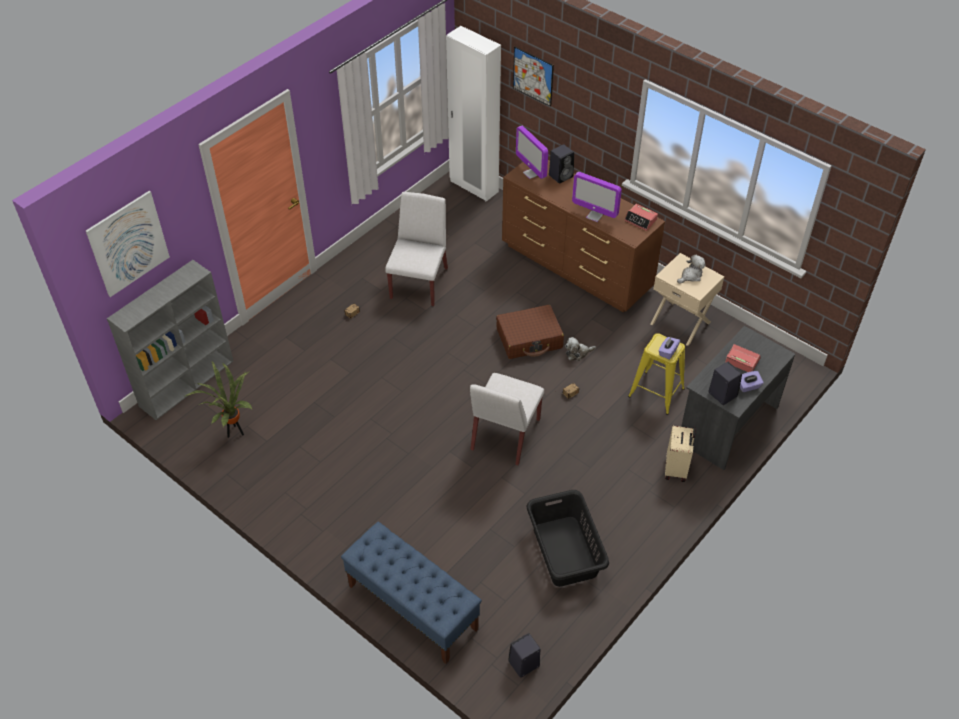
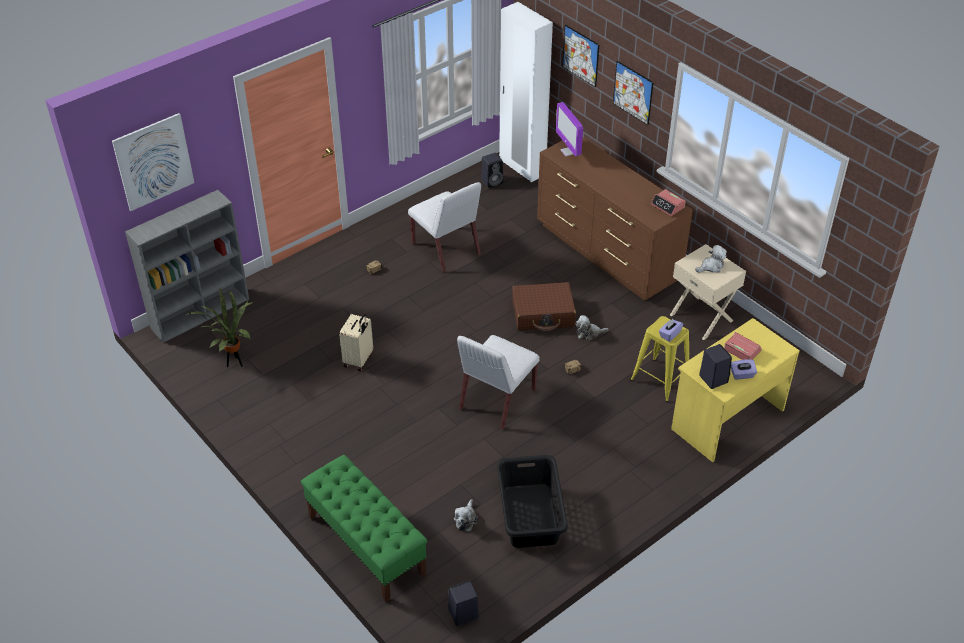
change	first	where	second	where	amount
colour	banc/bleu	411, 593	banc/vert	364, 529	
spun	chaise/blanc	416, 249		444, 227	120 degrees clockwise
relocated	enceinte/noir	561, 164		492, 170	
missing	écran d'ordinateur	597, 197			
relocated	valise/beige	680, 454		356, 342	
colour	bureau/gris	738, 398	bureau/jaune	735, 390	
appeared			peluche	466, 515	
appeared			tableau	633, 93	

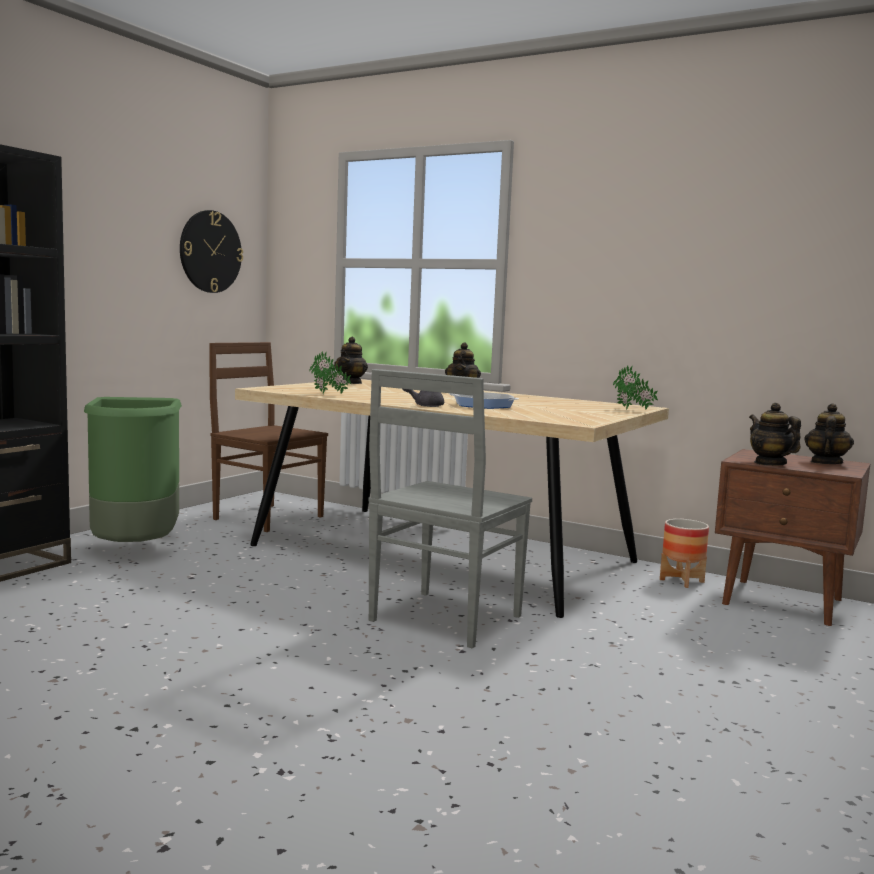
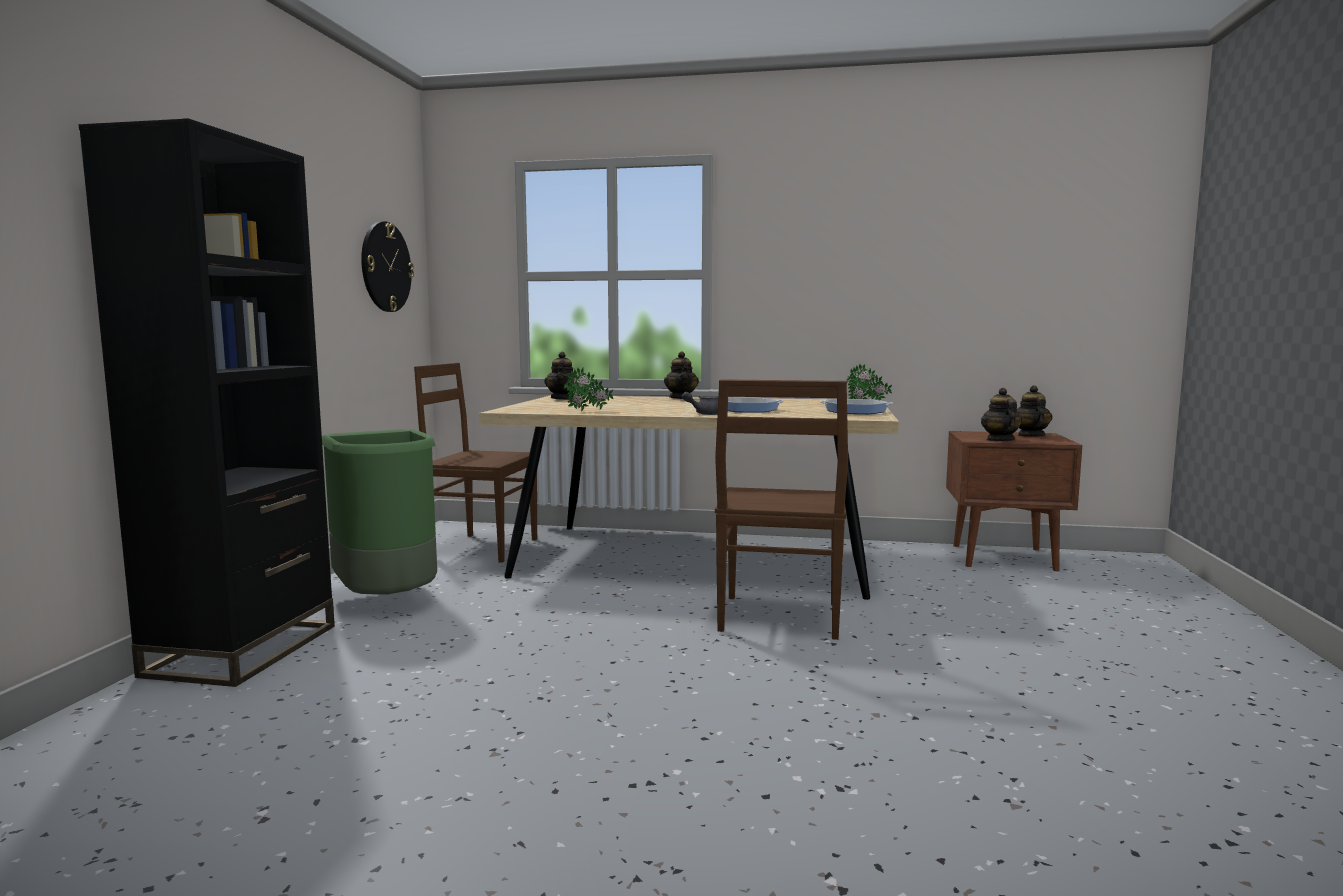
change	first	where	second	where	amount
colour	chaise/gris	450, 509	chaise/marron	781, 509	
missing	cache-pot	684, 553			
spun	théière	775, 434		1001, 415	45 degrees clockwise
appeared			poêle	856, 406	

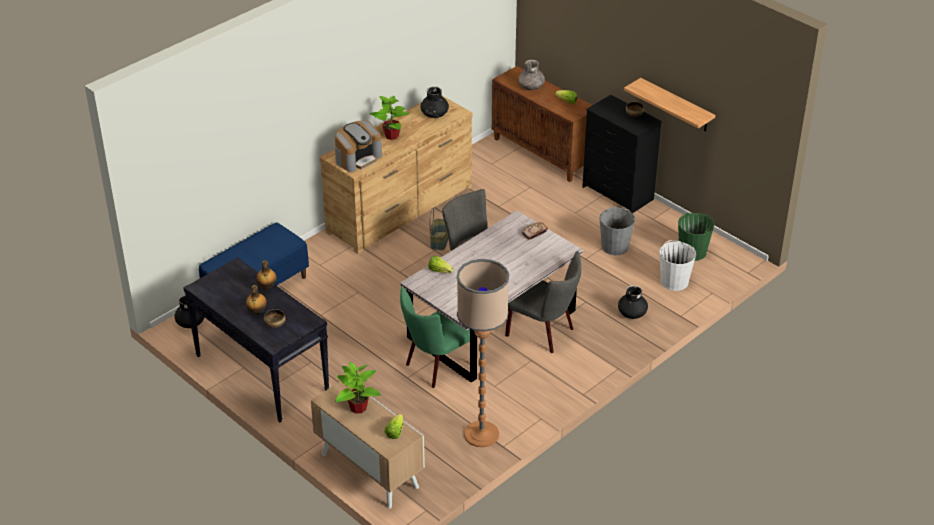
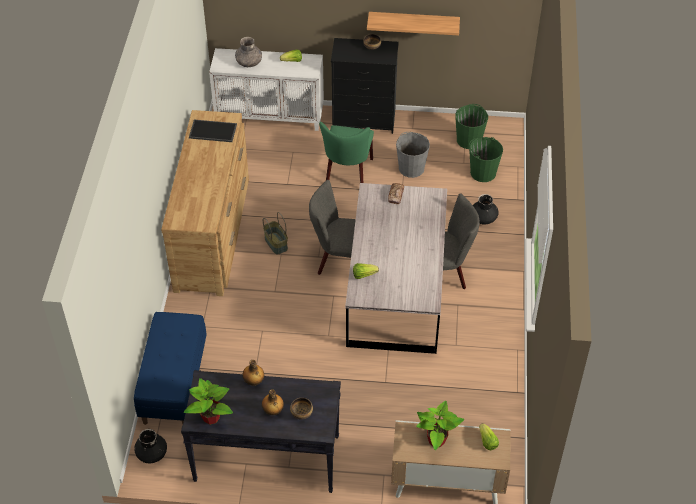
change	first	where	second	where	amount
missing	machine à café	358, 146			
relocated	plante en pot	389, 117		208, 401	
relocated	chaise/vert	435, 337		346, 152	
exchanged	vase/noir	435, 102	plateau	213, 131	
missing	lampadaire	483, 353			
colour	meuble de rangement/marron	542, 124	meuble de rangement/blanc	266, 89	
colour	seau/blanc	677, 265	seau/vert	486, 159	

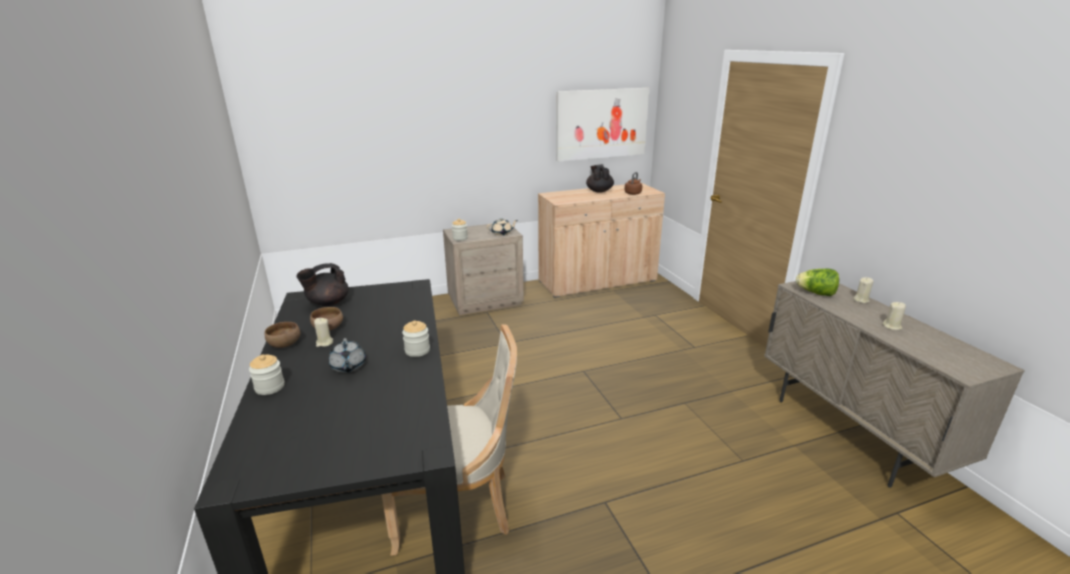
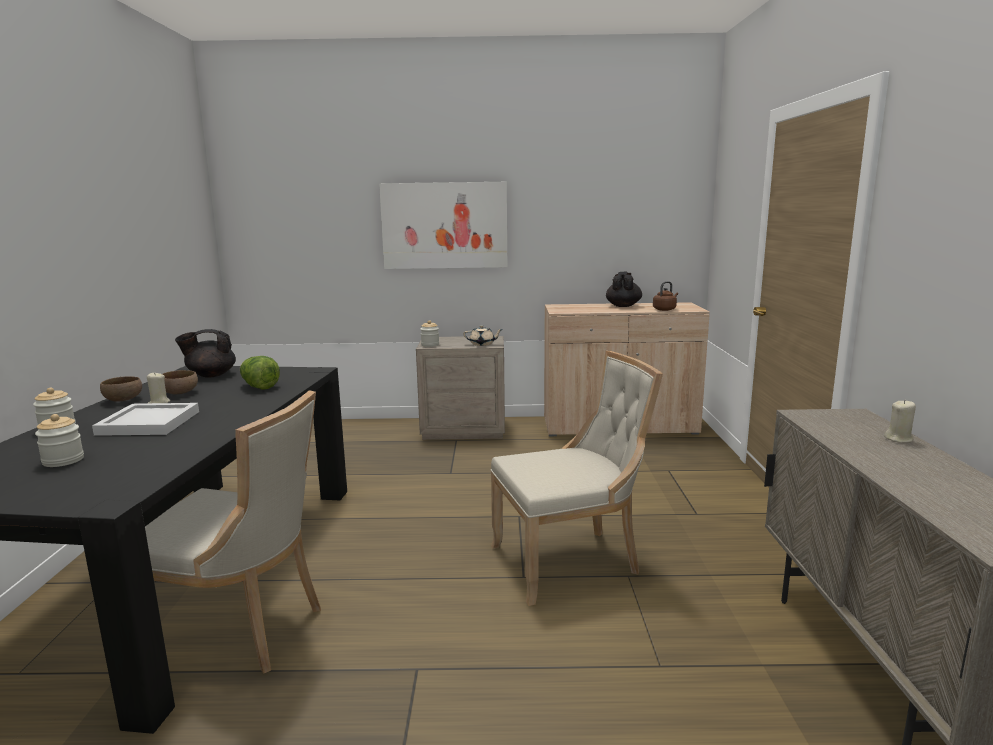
change	first	where	second	where	amount
exchanged	théière/gris	347, 355	plateau/blanc	145, 419	
relocated	bocal	416, 338		59, 440	
relocated	tableau	602, 124		443, 225	
relocated	laitue	817, 282		260, 373	
missing	bougie/beige	894, 316			
appeared			chaise/beige	577, 478	

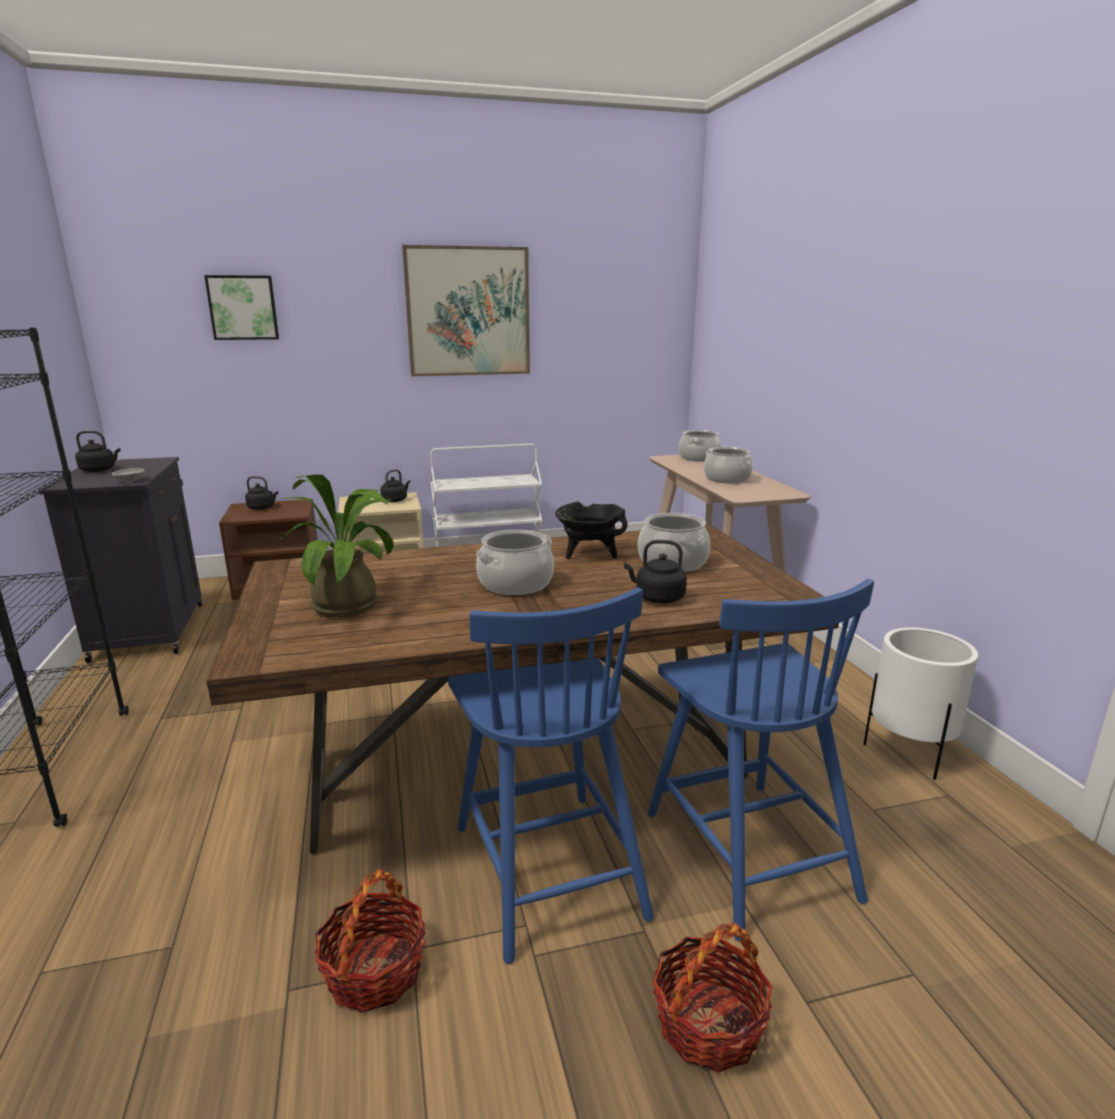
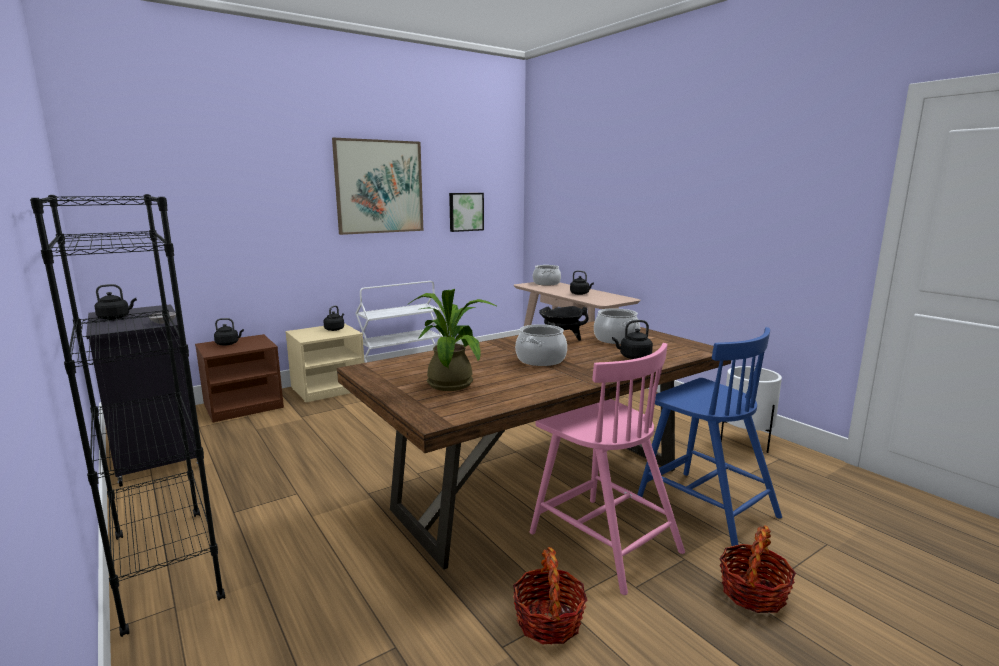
change	first	where	second	where	amount
relocated	tableau	241, 307		466, 212	
colour	chaise/bleu	551, 775	chaise/rose	607, 469	
exchanged	marmite	728, 465	bouilloire/noir	582, 282	

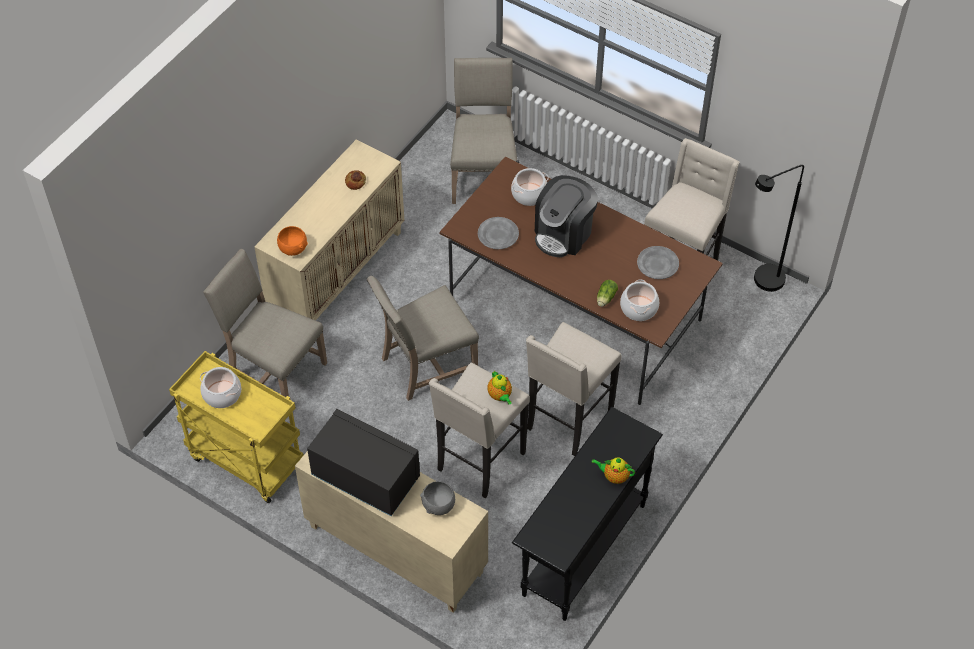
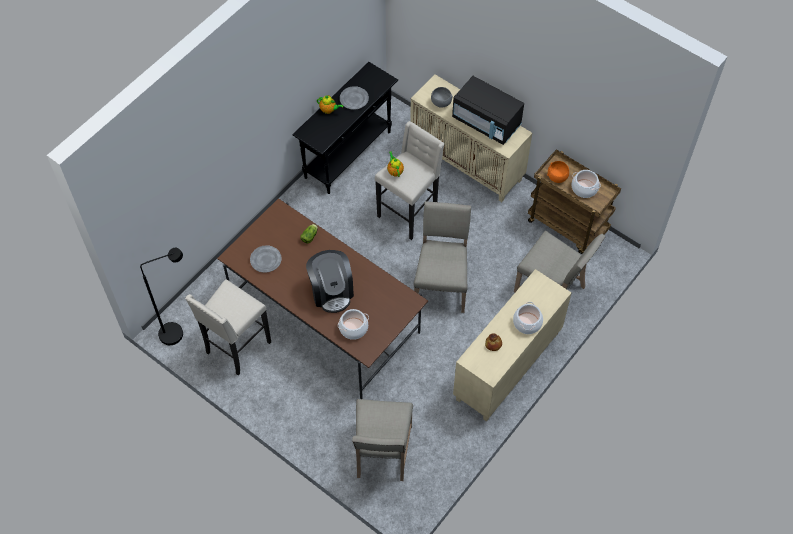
change	first	where	second	where	amount
colour	chariot/jaune	236, 427	chariot/marron	574, 201	
relocated	bol/orange	292, 241		558, 172	
spun	chaise/beige	423, 338		442, 257	60 degrees counterclockwise
relocated	assiette/gris	498, 233		354, 98	
missing	tabouret/beige	574, 389			
spun	machine à café	566, 216		330, 281	120 degrees clockwise
relocated	marmite	639, 300		528, 318	

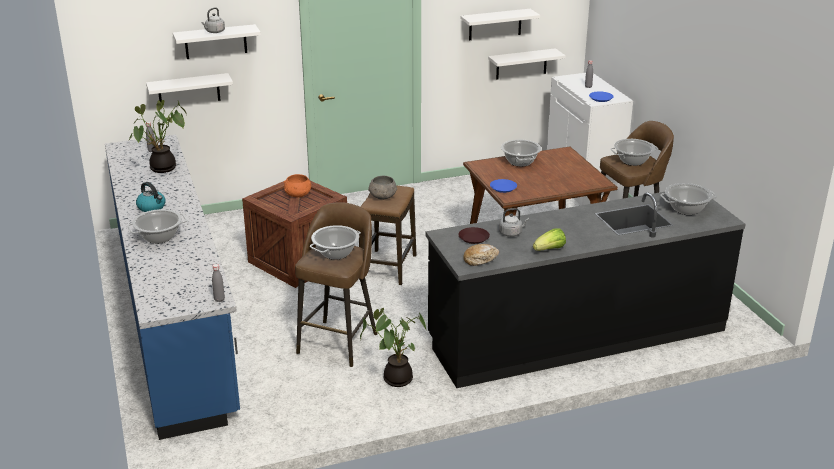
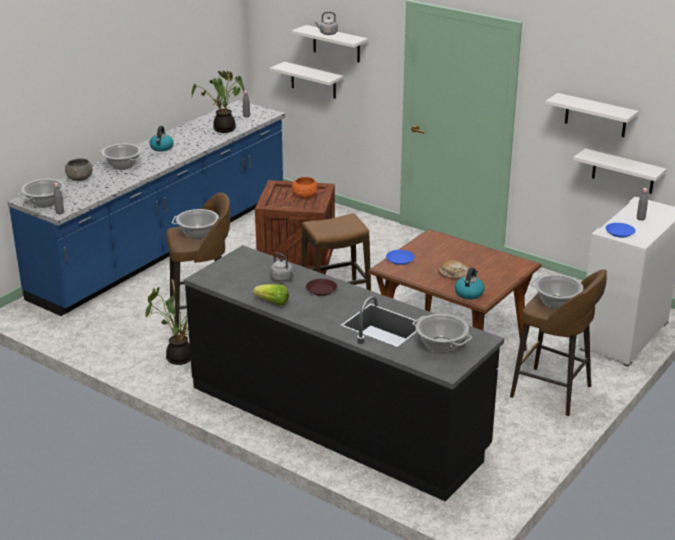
change	first	where	second	where	amount
relocated	bol/gris	382, 188		78, 169	
relocated	assiette/marron	474, 235		321, 287	
relocated	pain	481, 255		453, 269	
relocated	marmite	521, 153		43, 193	
appeared			bouilloire	470, 283	

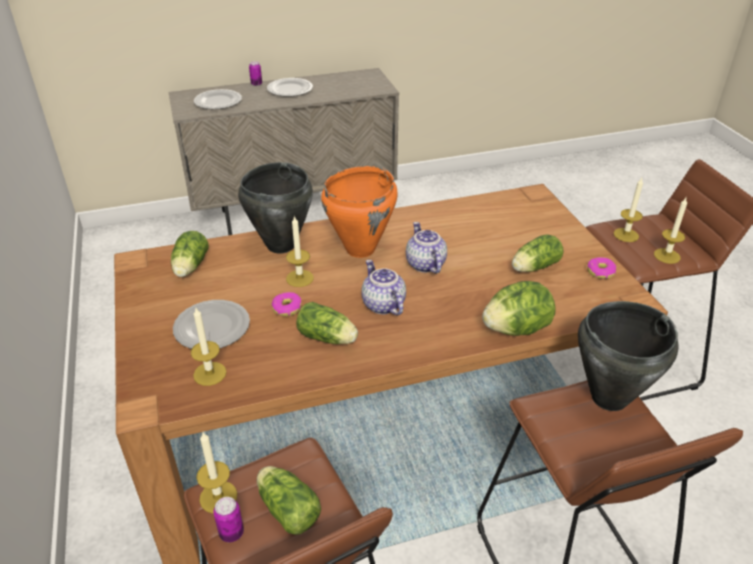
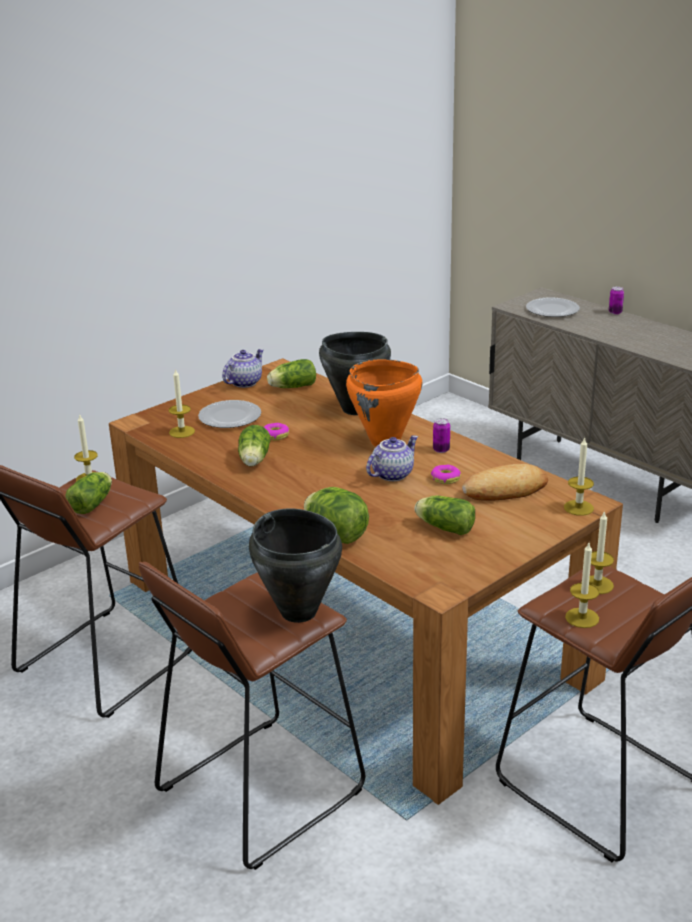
change	first	where	second	where	amount
relocated	boîte métallique	228, 519		441, 435	
missing	assiette	290, 87			
relocated	bougie	300, 251		579, 476	
relocated	théière	384, 288		243, 368	
relocated	beignet	601, 268		446, 474	
appeared			pain	505, 482	

